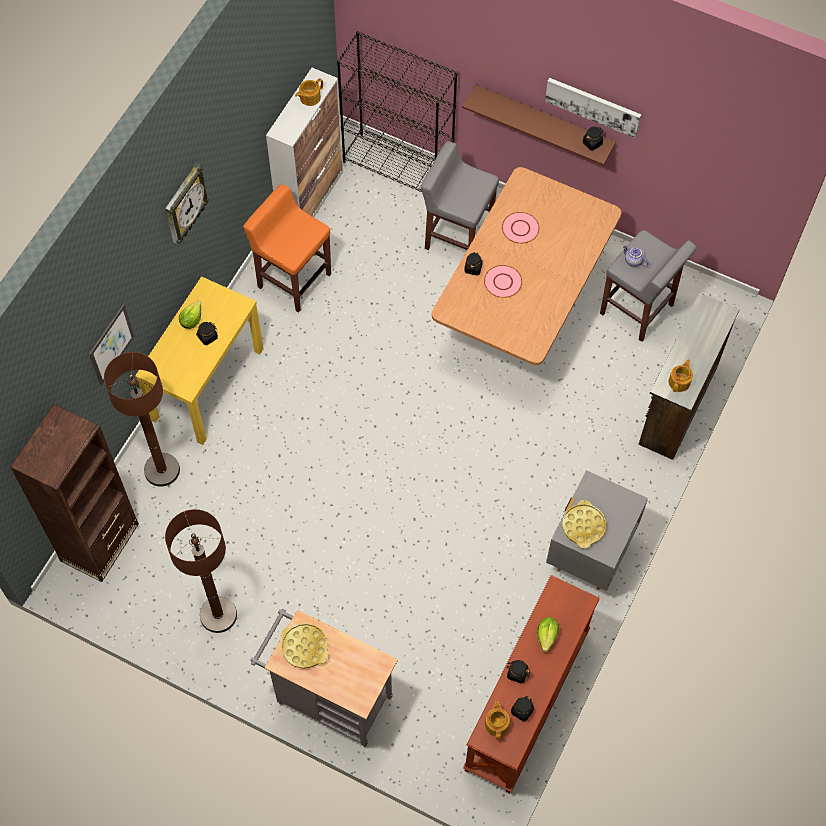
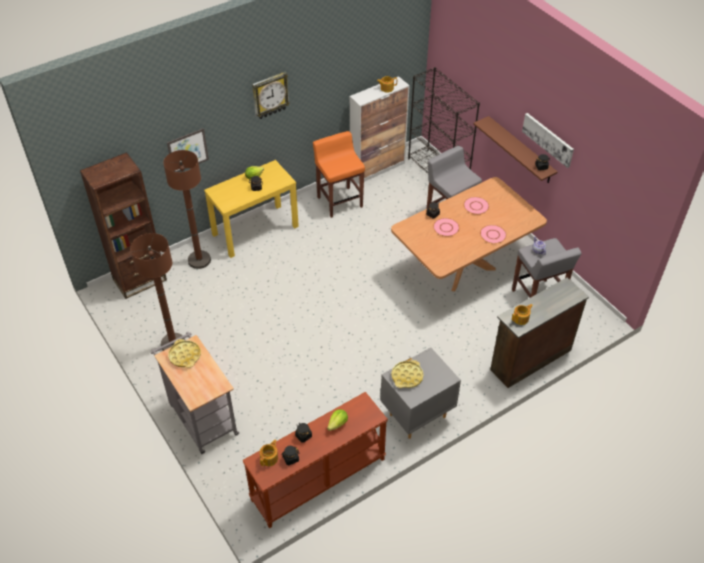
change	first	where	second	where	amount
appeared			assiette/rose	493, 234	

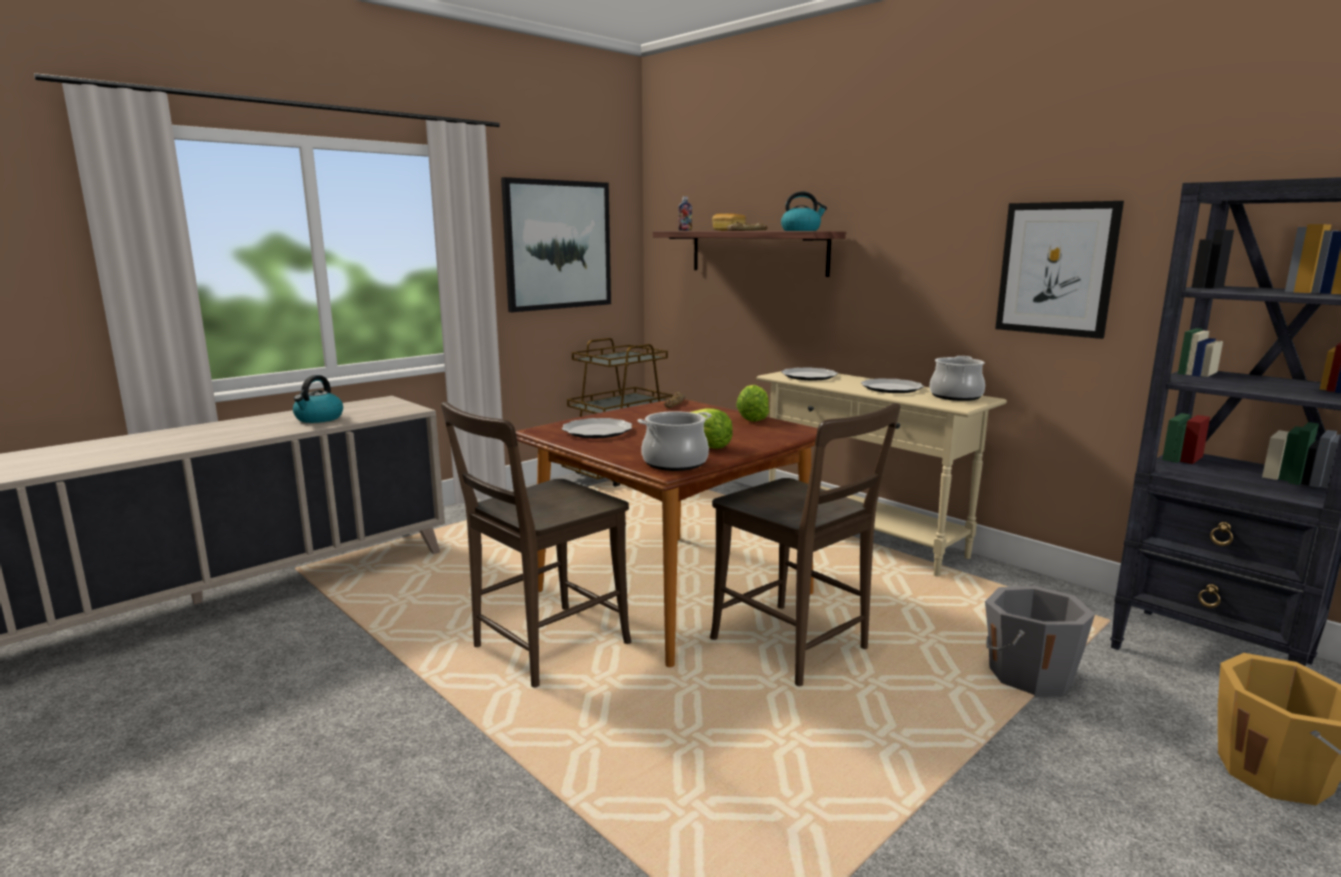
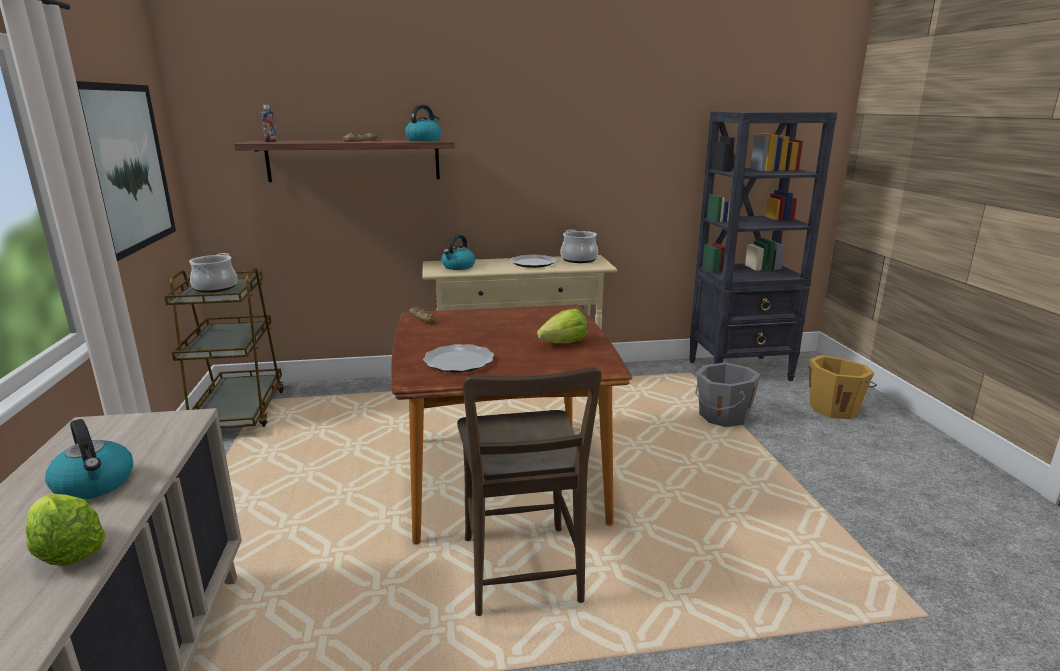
change	first	where	second	where	amount
relocated	marmite	675, 441		213, 273	
missing	chaise/marron	805, 544			
missing	pain	729, 222			
relocated	laitue	752, 403		66, 530	
exchanged	assiette	809, 373	bouilloire	458, 252	
missing	tableau	1059, 270			

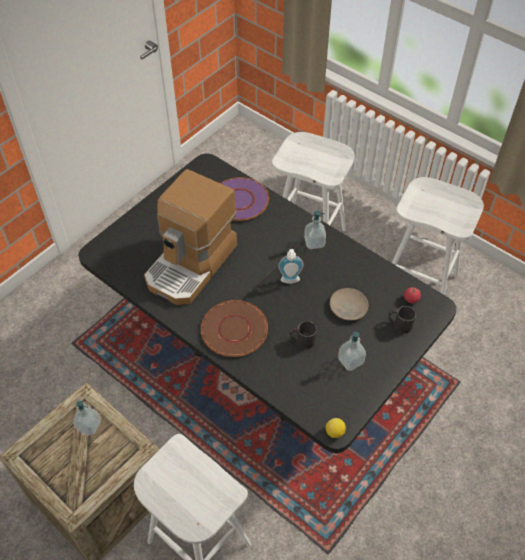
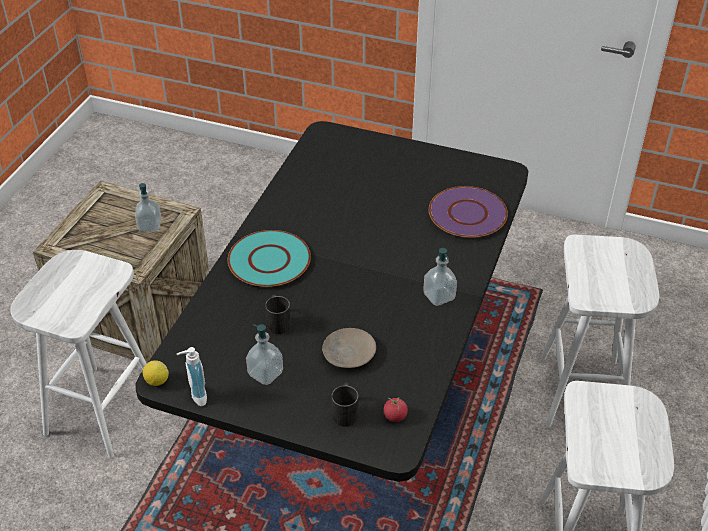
change	first	where	second	where	amount
missing	machine à café	190, 237			
colour	assiette/marron	234, 328	assiette/turquoise	269, 258	
relocated	distributeur de savon	291, 266		192, 376	

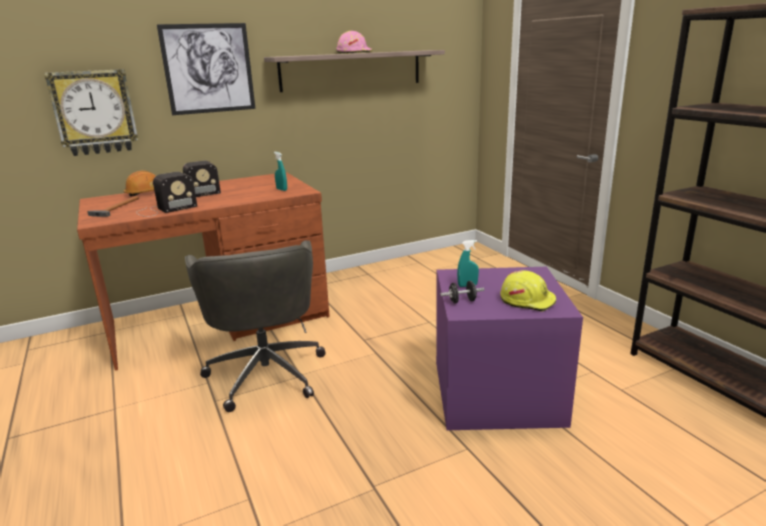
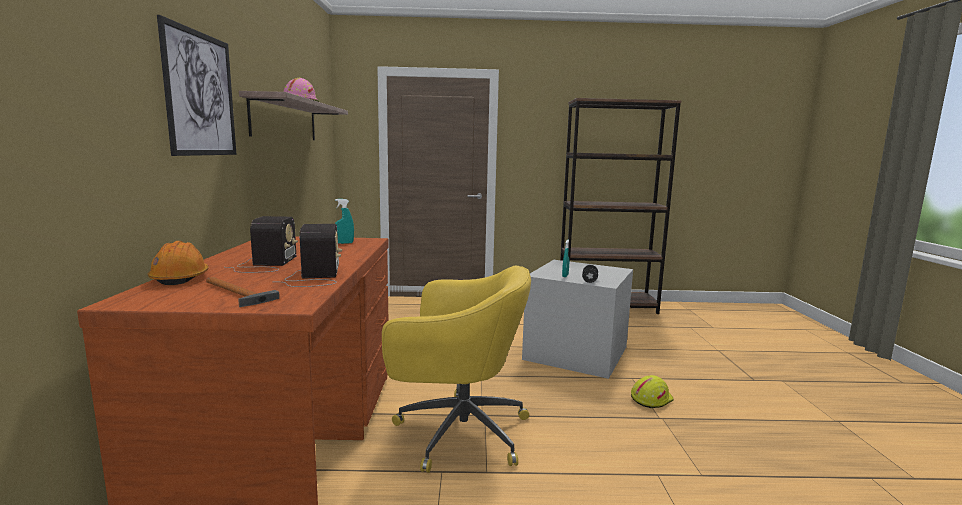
change	first	where	second	where	amount
missing	horloge murale	91, 112			
colour	chaise de bureau/gris	255, 326	chaise de bureau/jaune	456, 369	
colour	boîte de rangement/violet	509, 348	boîte de rangement/gris	577, 319	
relocated	casque de chantier/jaune	528, 291		652, 391	

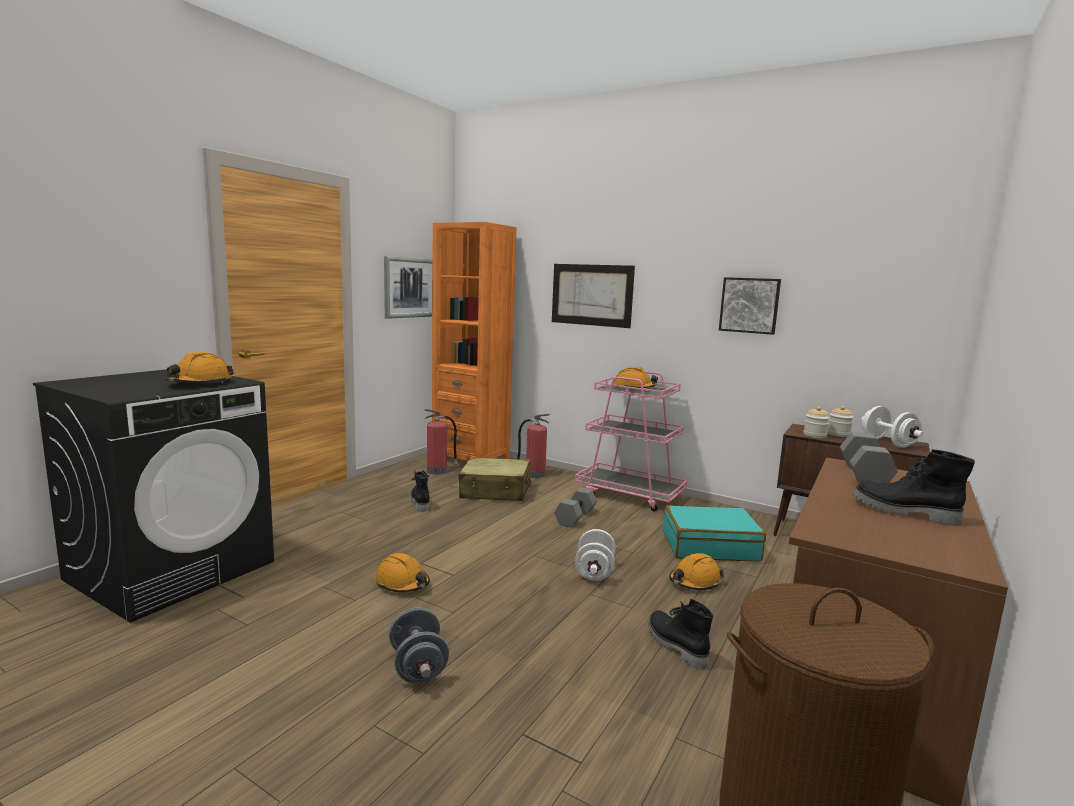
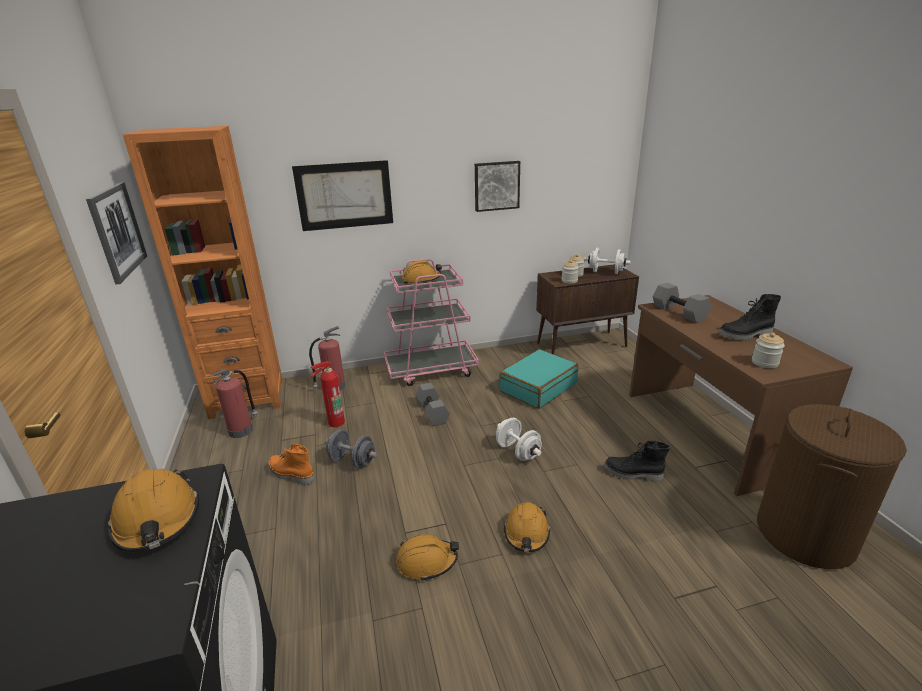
change	first	where	second	where	amount
relocated	haltère/gris	419, 645		351, 448	
colour	botte/noir	420, 491	botte/orange	291, 464	
exchanged	valise/beige	495, 479	extincteur	327, 394	
relocated	casque de chantier/orange	696, 571		527, 527	
appeared			bocal	768, 350	

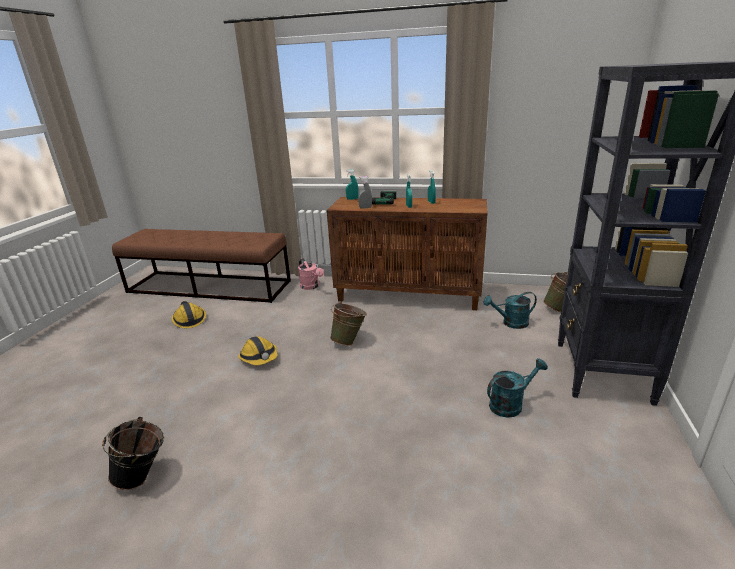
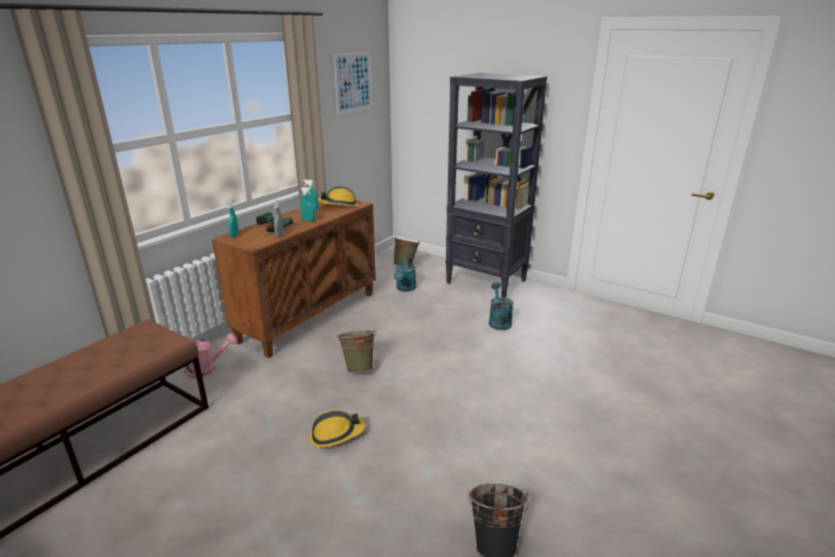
change	first	where	second	where	amount
relocated	casque de chantier	189, 314		338, 196	
appeared			tableau	353, 83	

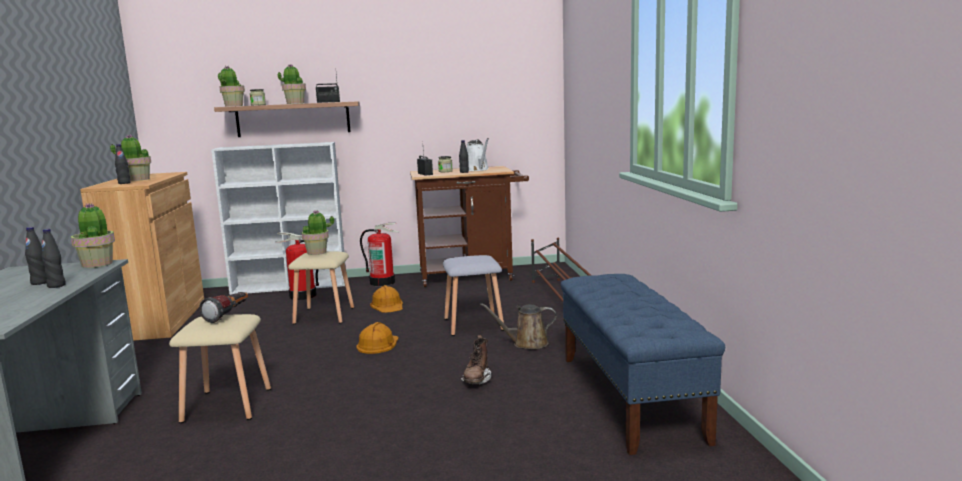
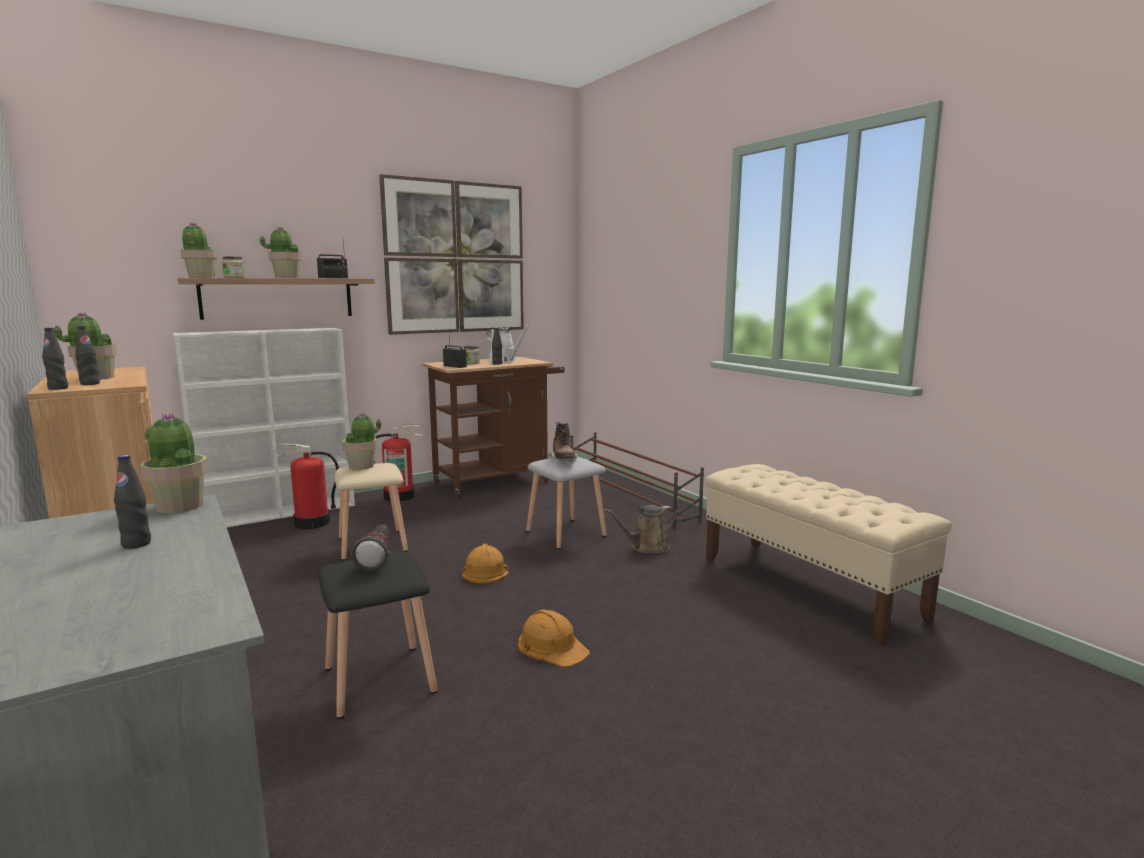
change	first	where	second	where	amount
relocated	bouteille/noir	53, 258		55, 359	
colour	tabouret/beige	220, 368	tabouret/noir	378, 636	
relocated	casque de chantier/orange	386, 299		554, 638	
relocated	botte/marron	476, 360		562, 442	
colour	banc/bleu	643, 364	banc/beige	828, 555	
appeared			tableau	451, 254	

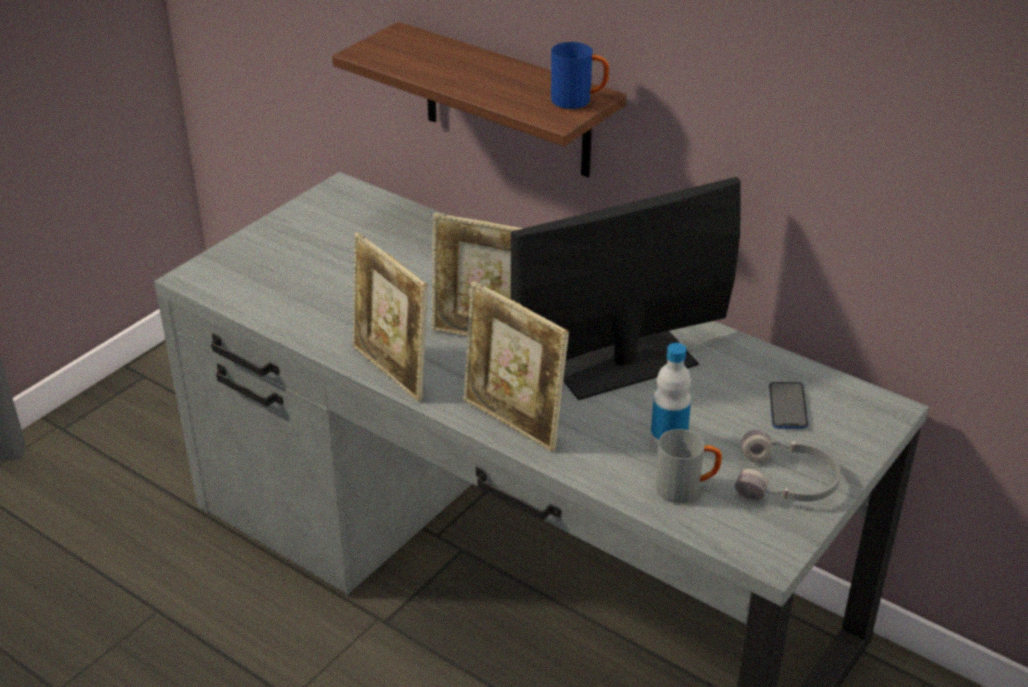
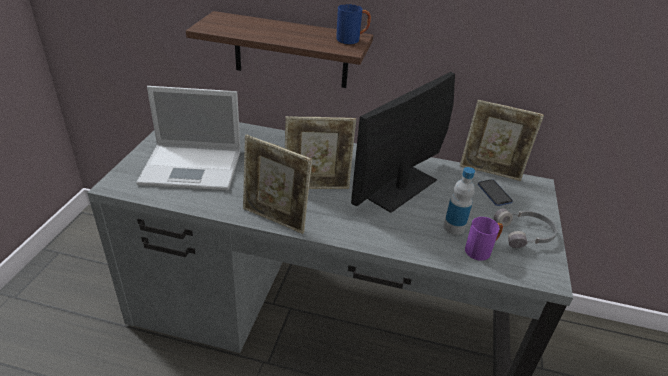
change	first	where	second	where	amount
relocated	cadre photo	516, 366		502, 140	
colour	mug/gris	688, 466	mug/violet	484, 239	
appeared			ordinateur portable	188, 138	

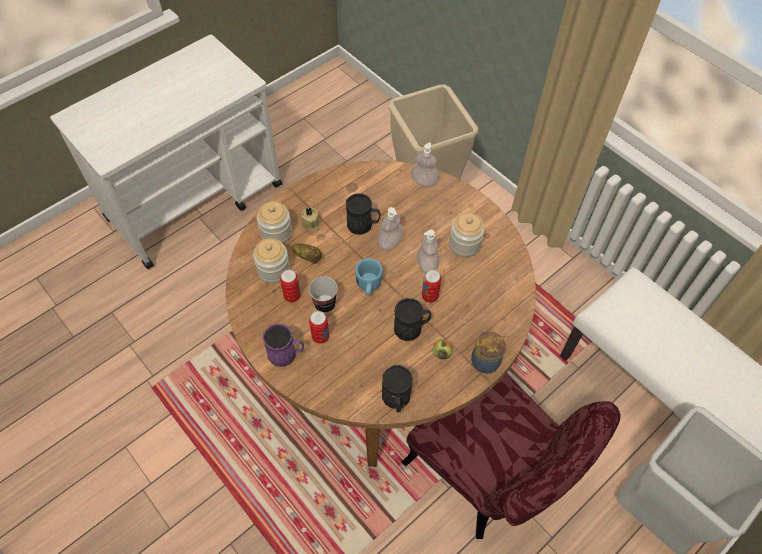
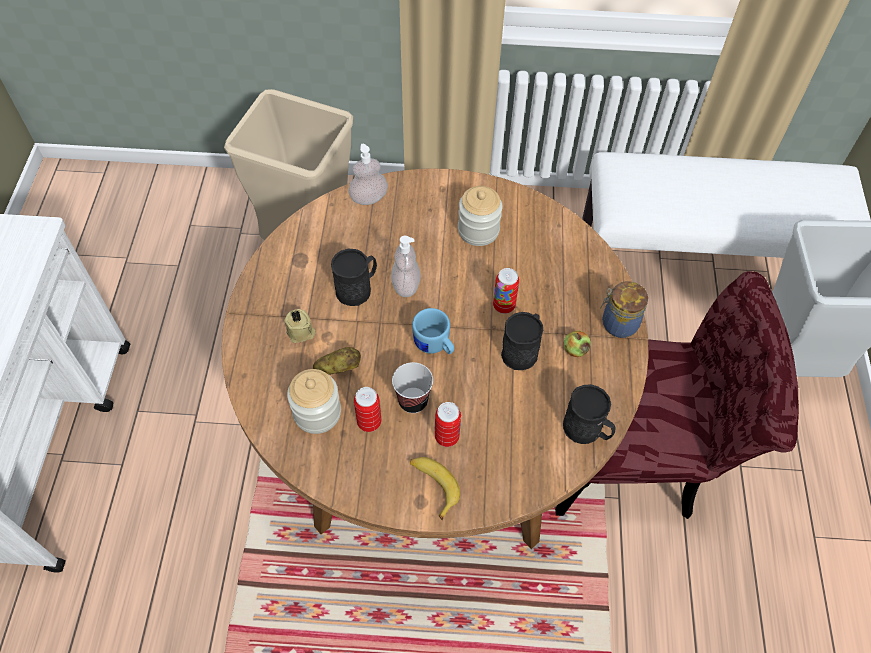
change	first	where	second	where	amount
missing	bocal	274, 222			
exchanged	mug/violet	283, 345	banane	435, 489	
missing	distributeur de savon	428, 251			

